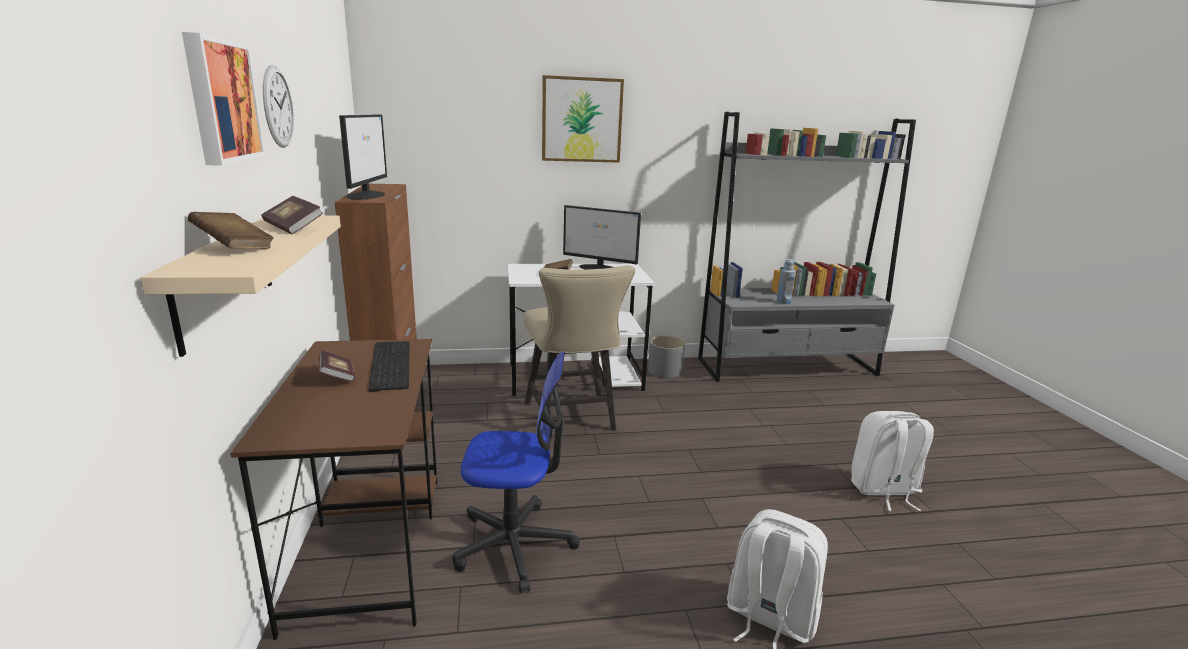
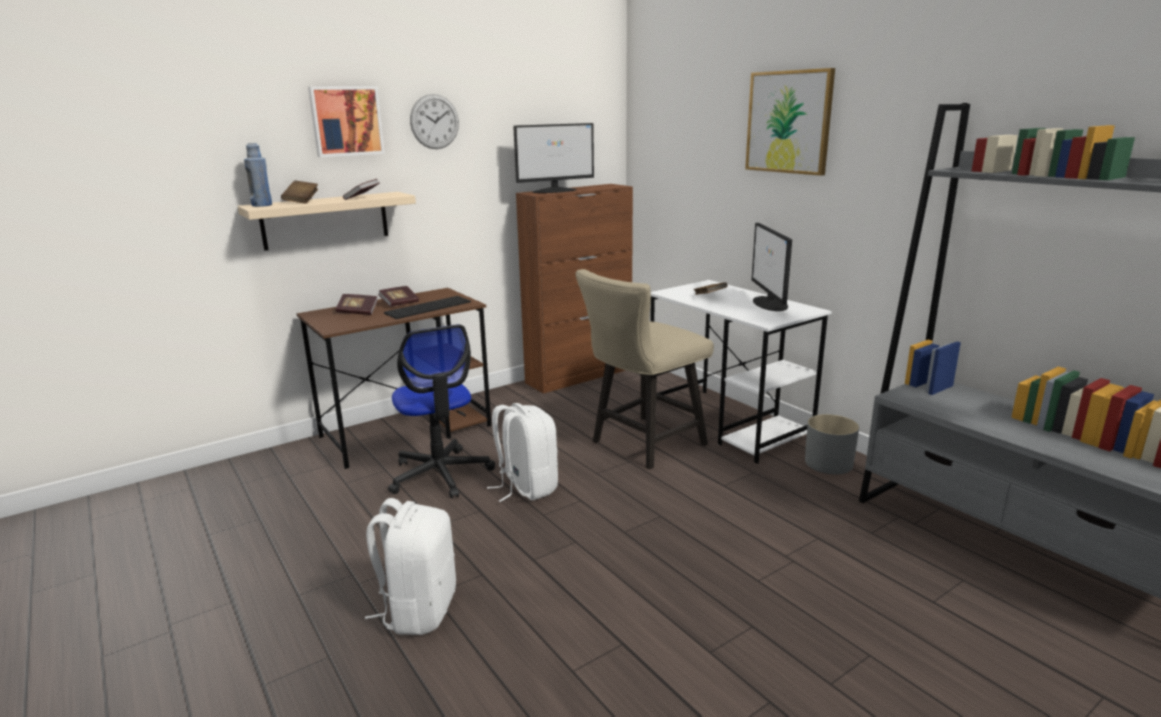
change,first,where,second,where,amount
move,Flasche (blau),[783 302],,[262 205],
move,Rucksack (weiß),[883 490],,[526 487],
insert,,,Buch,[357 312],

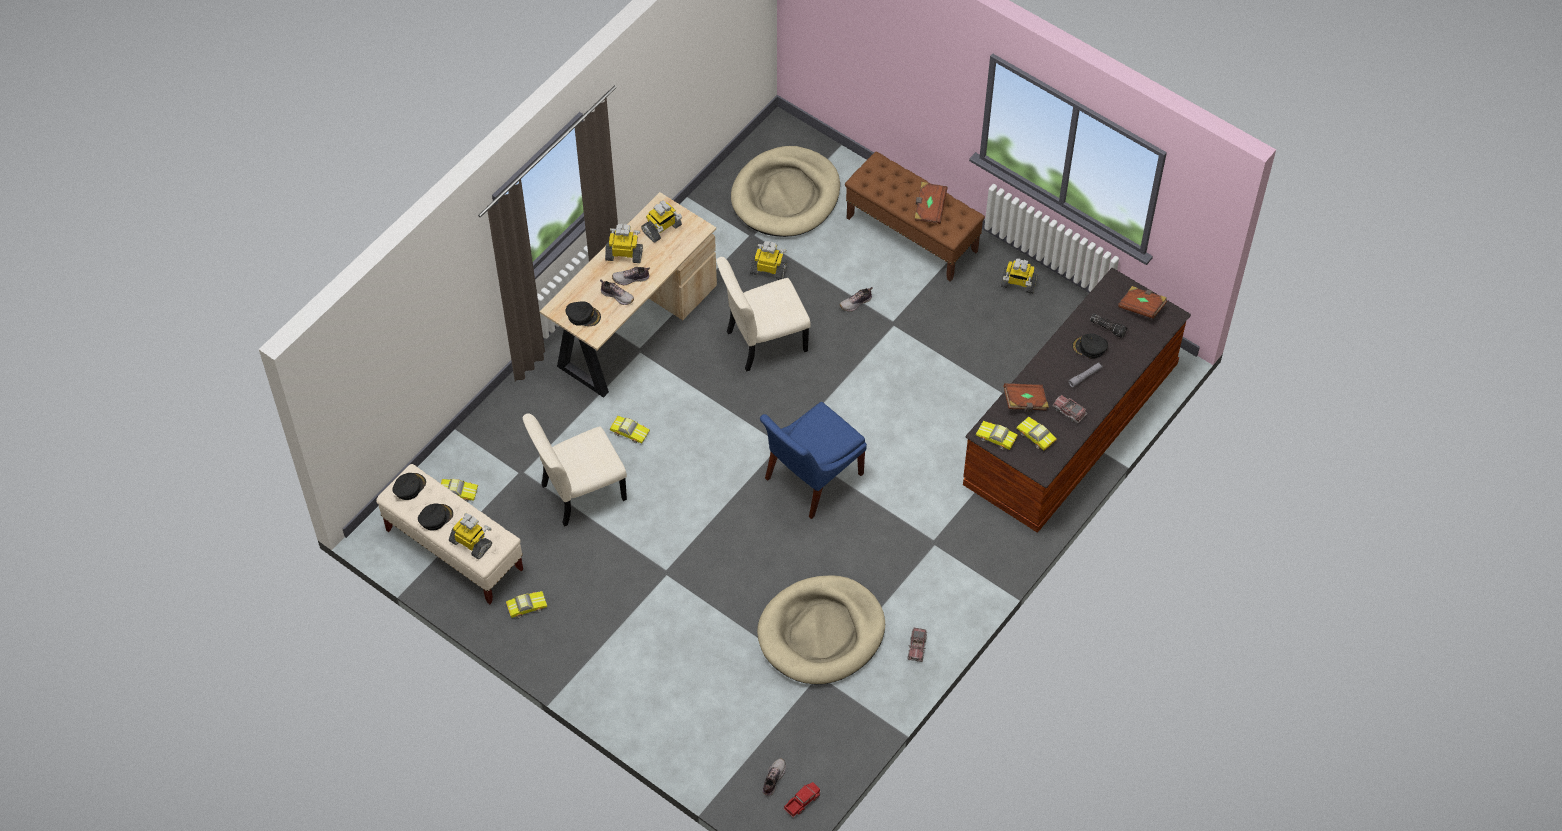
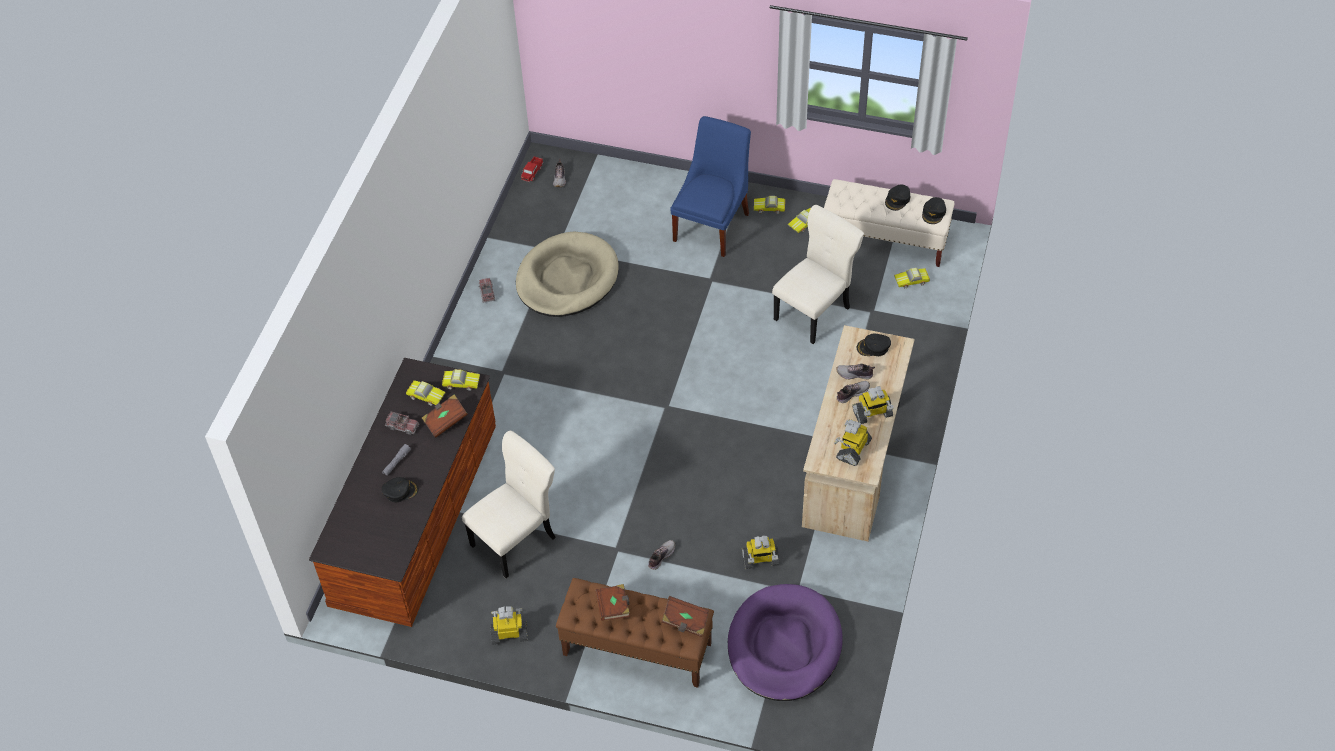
change,first,where,second,where,amount
recolor,Hundebett (beige),[786 195],Hundebett (lila),[784 645],
move,Stuhl (beige),[763 342],,[516 540],
move,Buch (braun),[1141 307],,[685 621],
delete,Taschenlampe,[1108 328],,,
move,Stuhl (blau),[810 478],,[713 224],
move,Spielzeugauto,[630 431],,[769 208],
delete,Spielzeugroboter,[471 543],,,

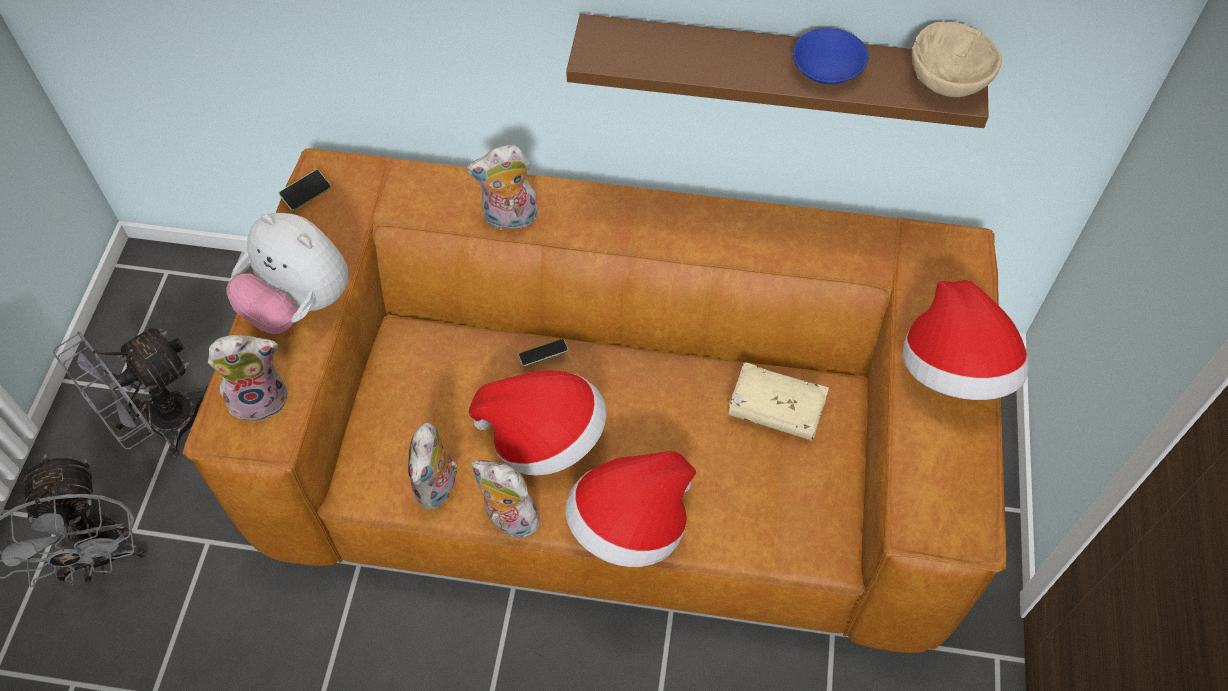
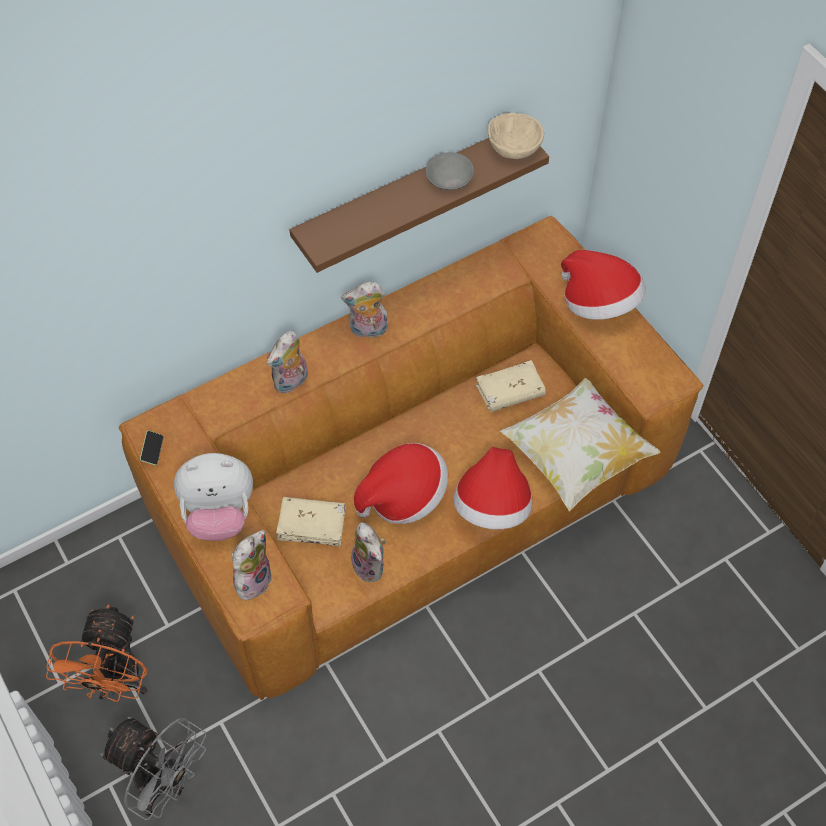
change,first,where,second,where,amount
recolor,Schüssel (blau),[826 68],Schüssel (grau),[449 179],
recolor,Ventilator (grau),[161 426],Ventilator (orange),[116 682],
delete,Handy,[543 356],,,
move,Plüschtier,[508 519],,[368 330],
insert,,,Kissen,[576 456],
insert,,,Buch (beige),[312 525],

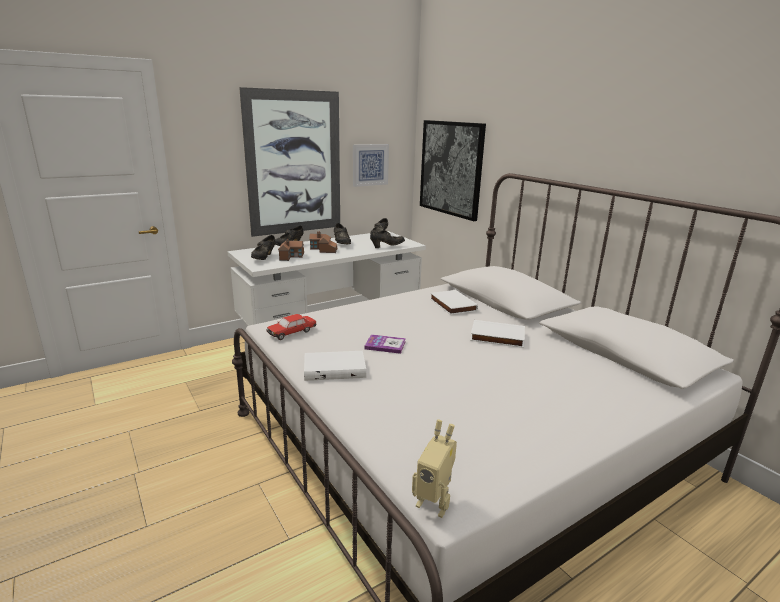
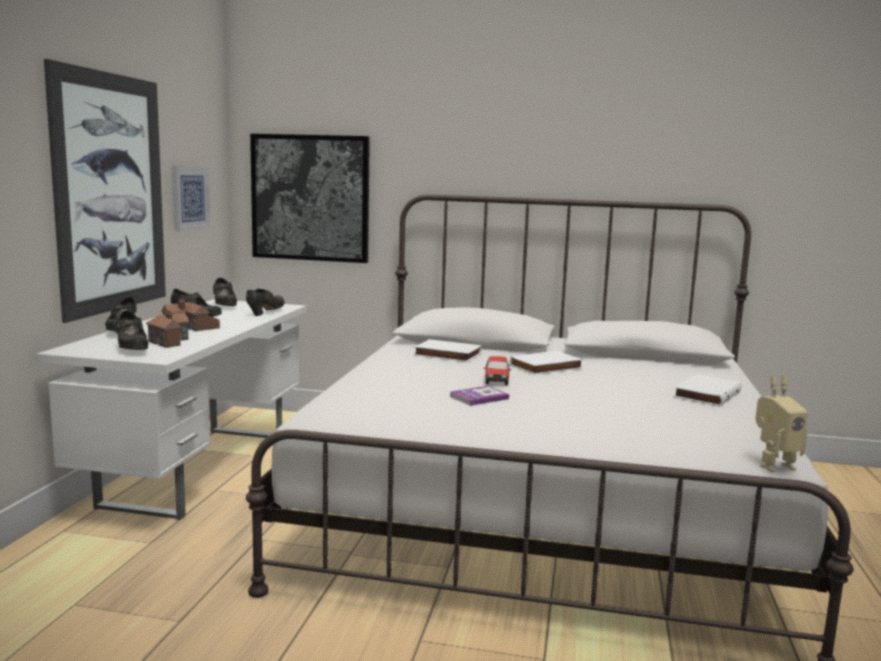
change,first,where,second,where,amount
move,Spielzeugauto,[292 332],,[496 379],
move,Buch (weiß),[335 368],,[705 394],

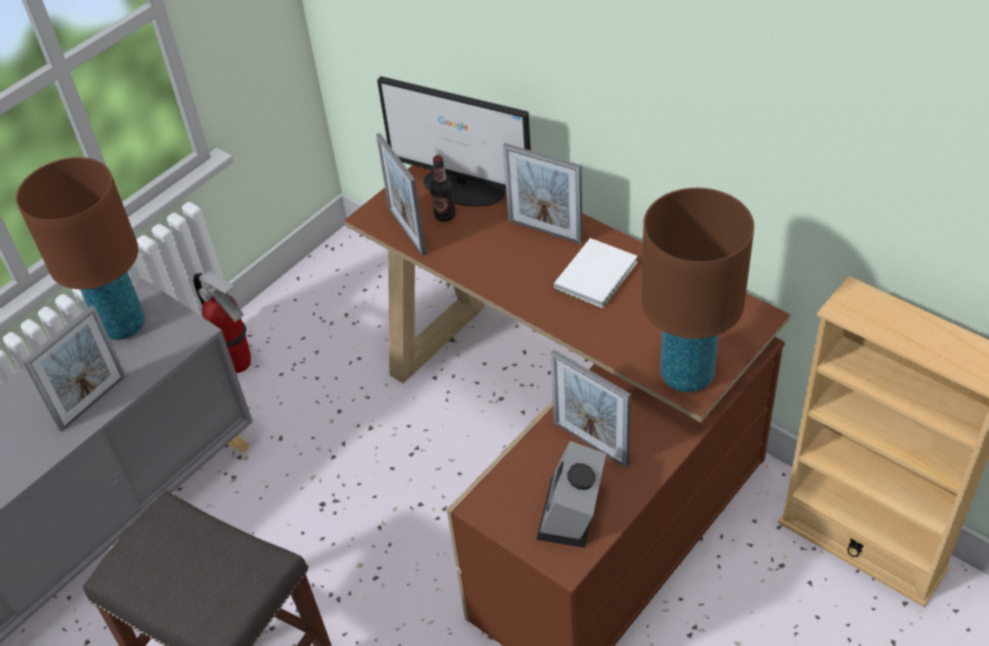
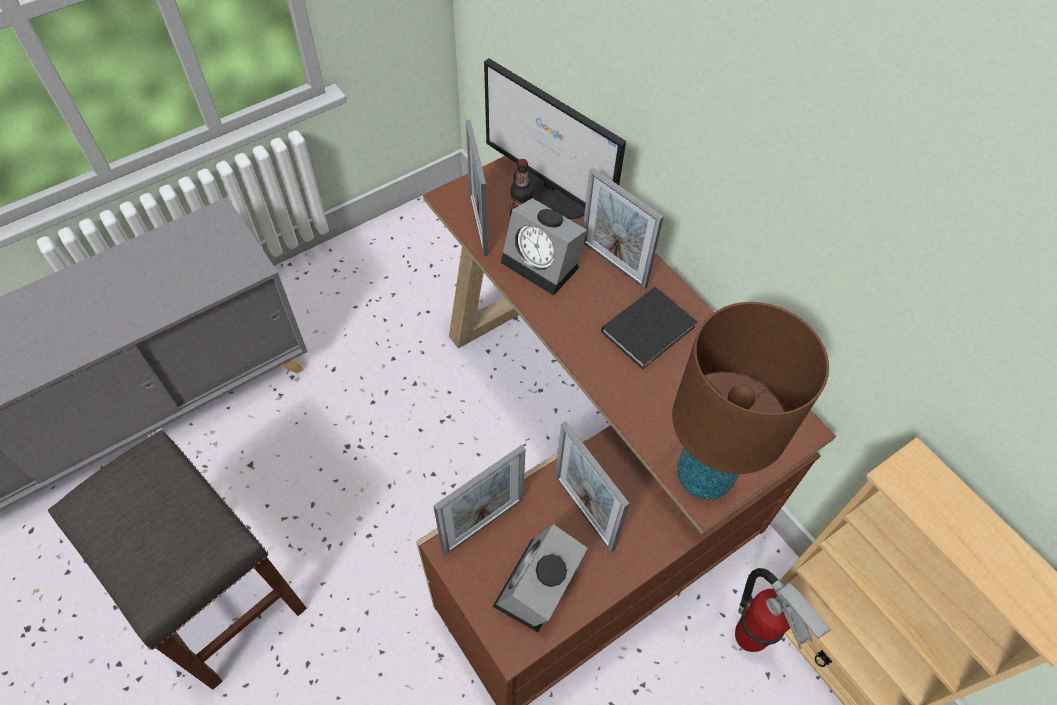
change,first,where,second,where,amount
delete,Tischlampe (braun),[122 325],,,
recolor,Buch (weiß),[598 274],Buch (schwarz),[650 329],
move,Feuerlöscher,[239 364],,[750 638],
move,Bilderrahmen,[93 402],,[483 525],
insert,,,Wecker,[544 264],

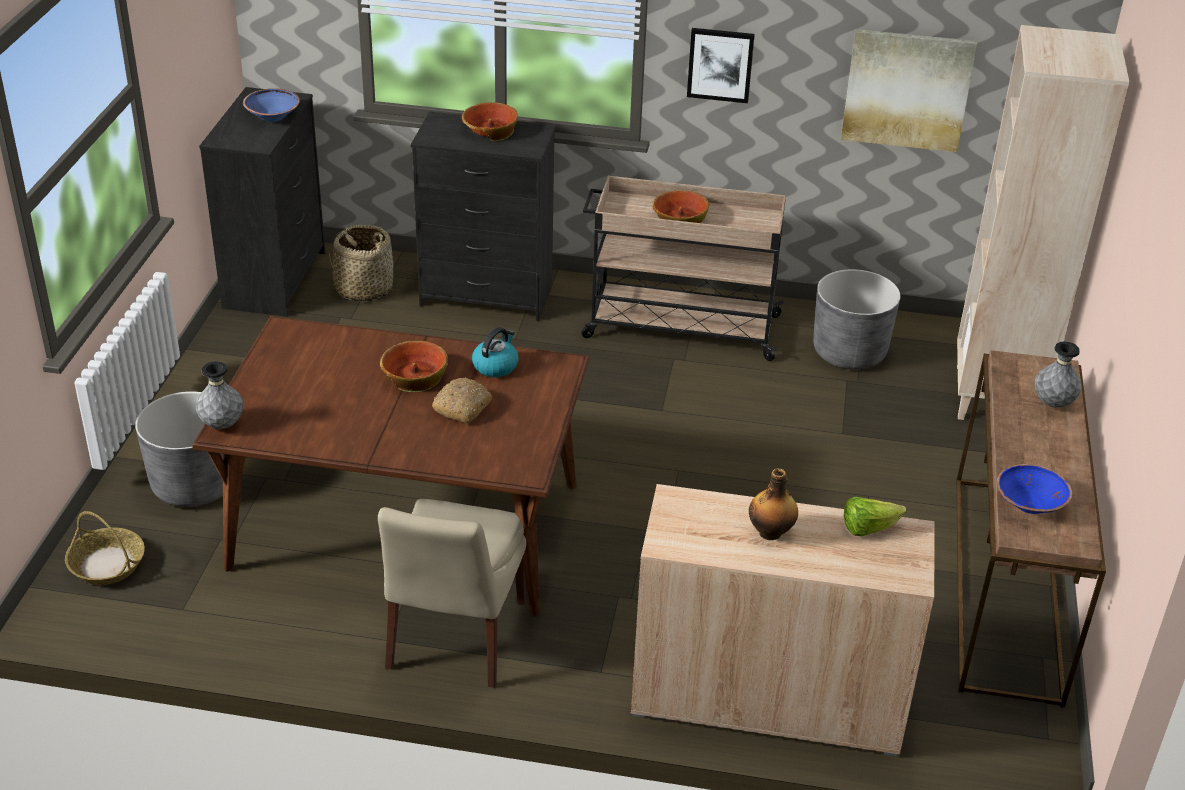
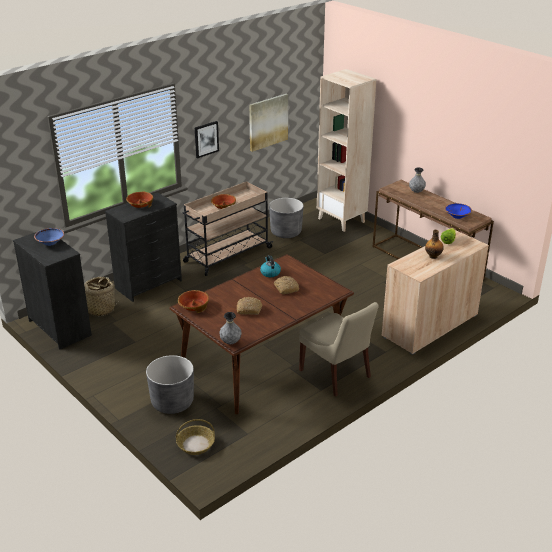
change,first,where,second,where,amount
move,Schüssel,[414 375],,[193 306],
insert,,,Brot,[249 309],

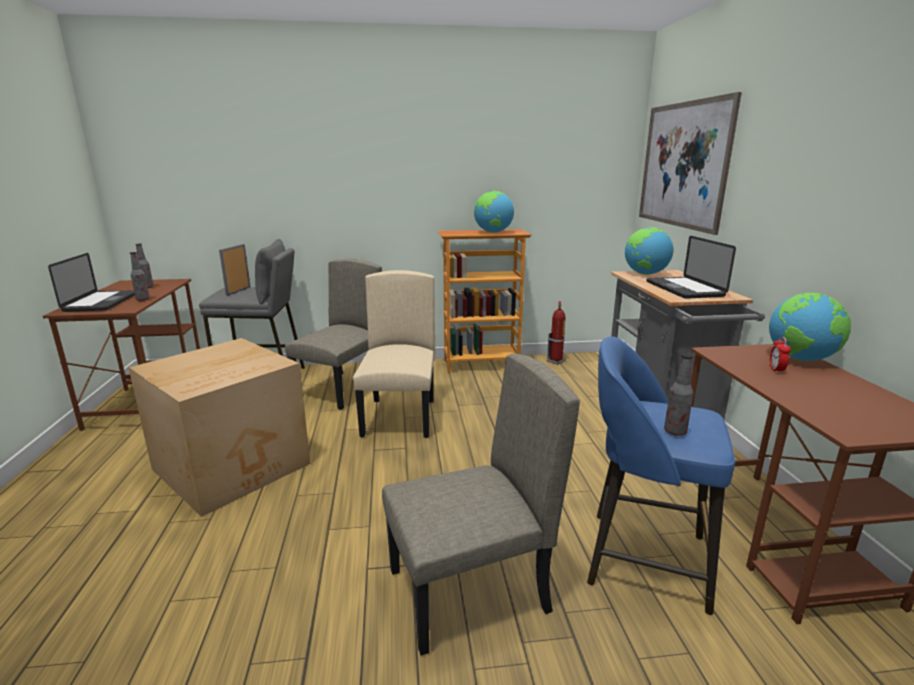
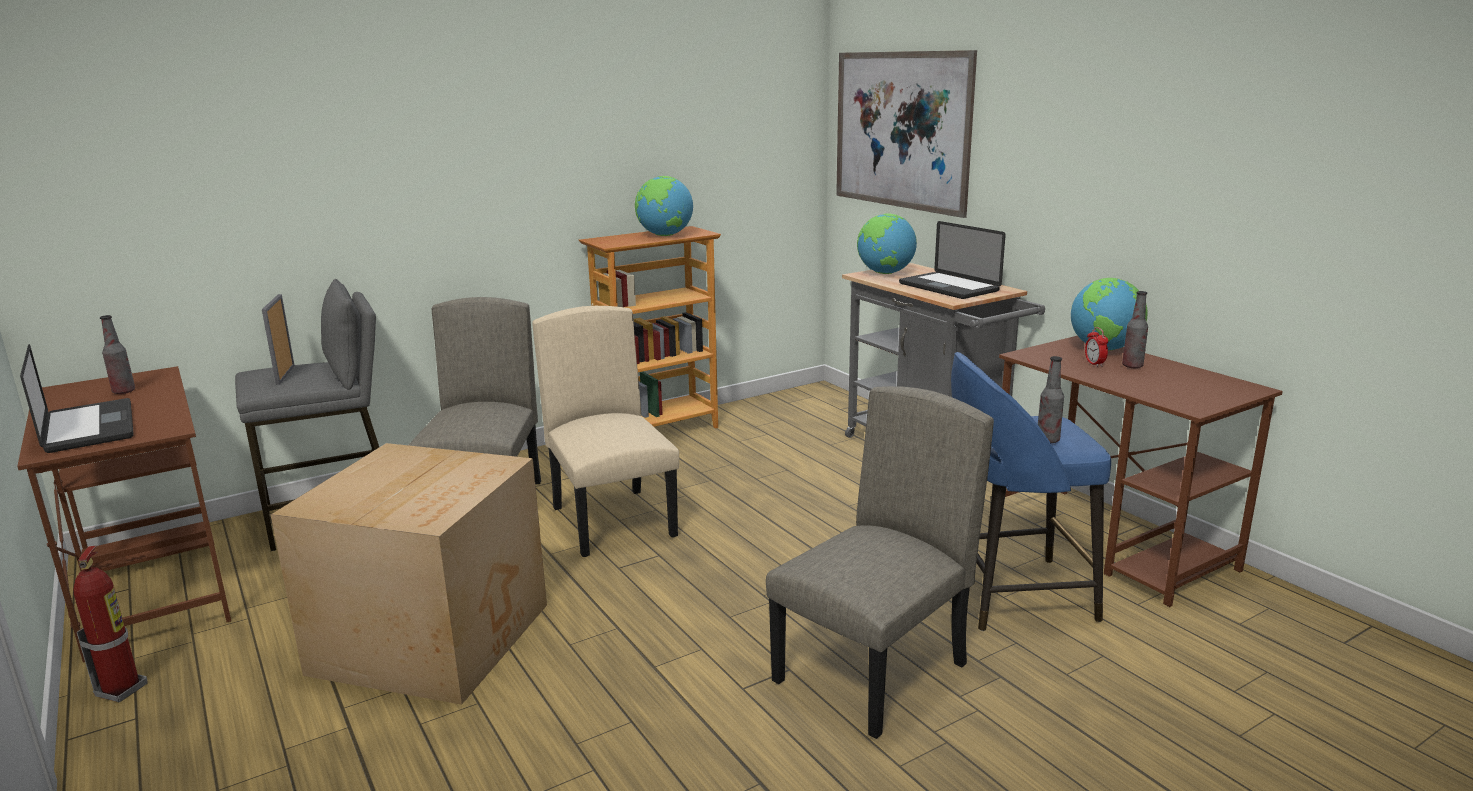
change,first,where,second,where,amount
move,Flasche,[143 299],,[1132 366],
move,Feuerlöscher,[556 361],,[122 689],

